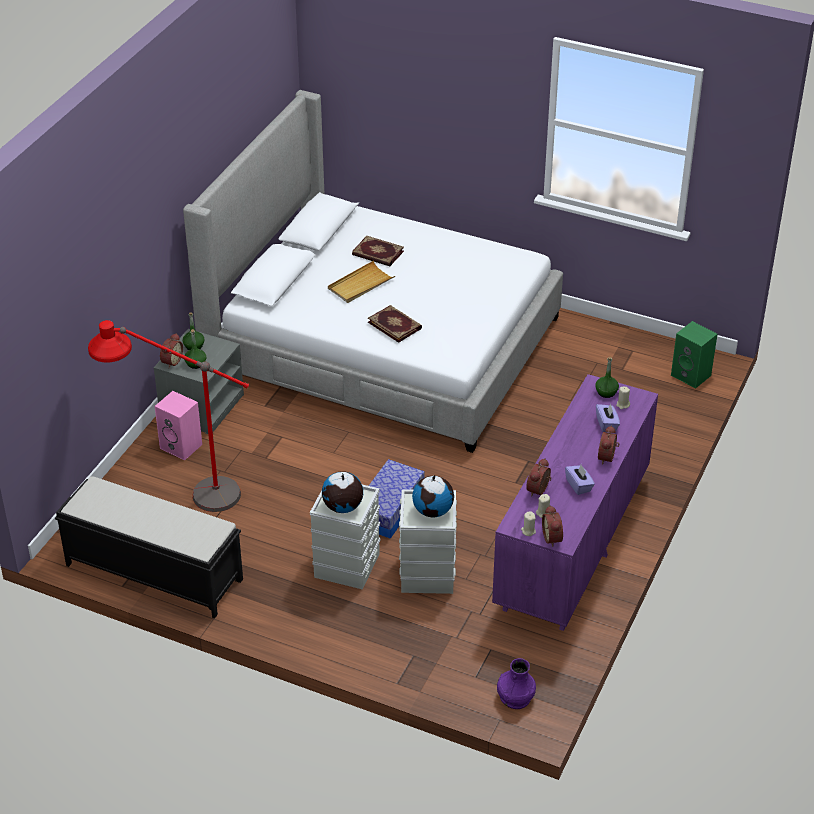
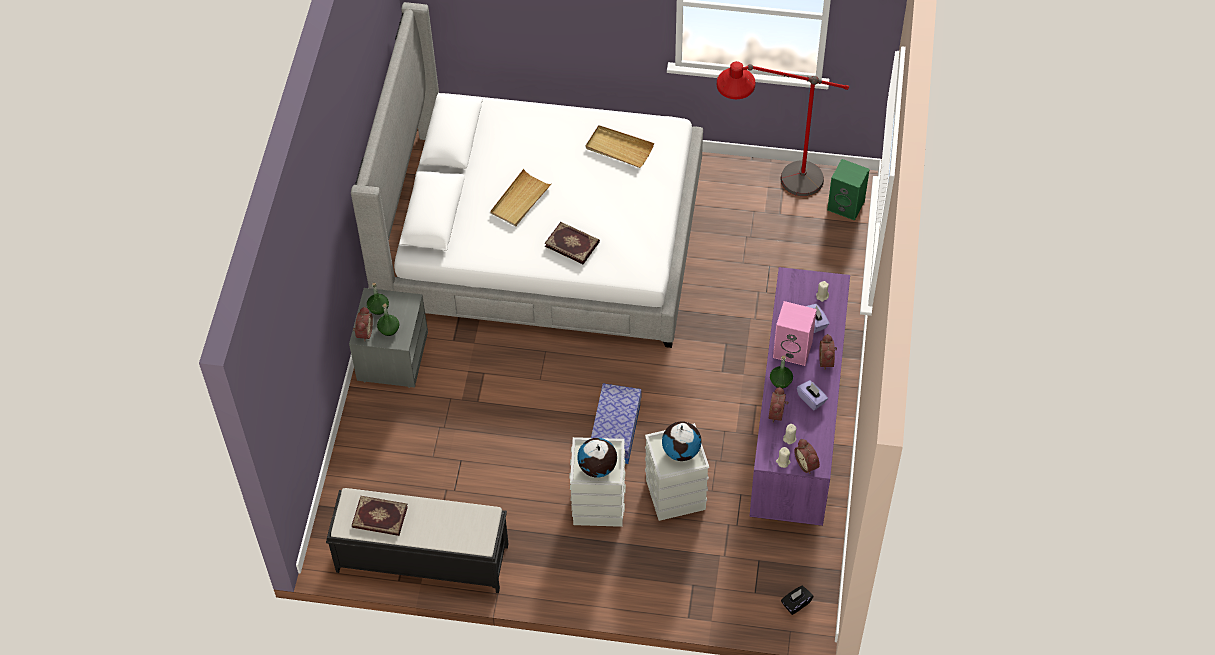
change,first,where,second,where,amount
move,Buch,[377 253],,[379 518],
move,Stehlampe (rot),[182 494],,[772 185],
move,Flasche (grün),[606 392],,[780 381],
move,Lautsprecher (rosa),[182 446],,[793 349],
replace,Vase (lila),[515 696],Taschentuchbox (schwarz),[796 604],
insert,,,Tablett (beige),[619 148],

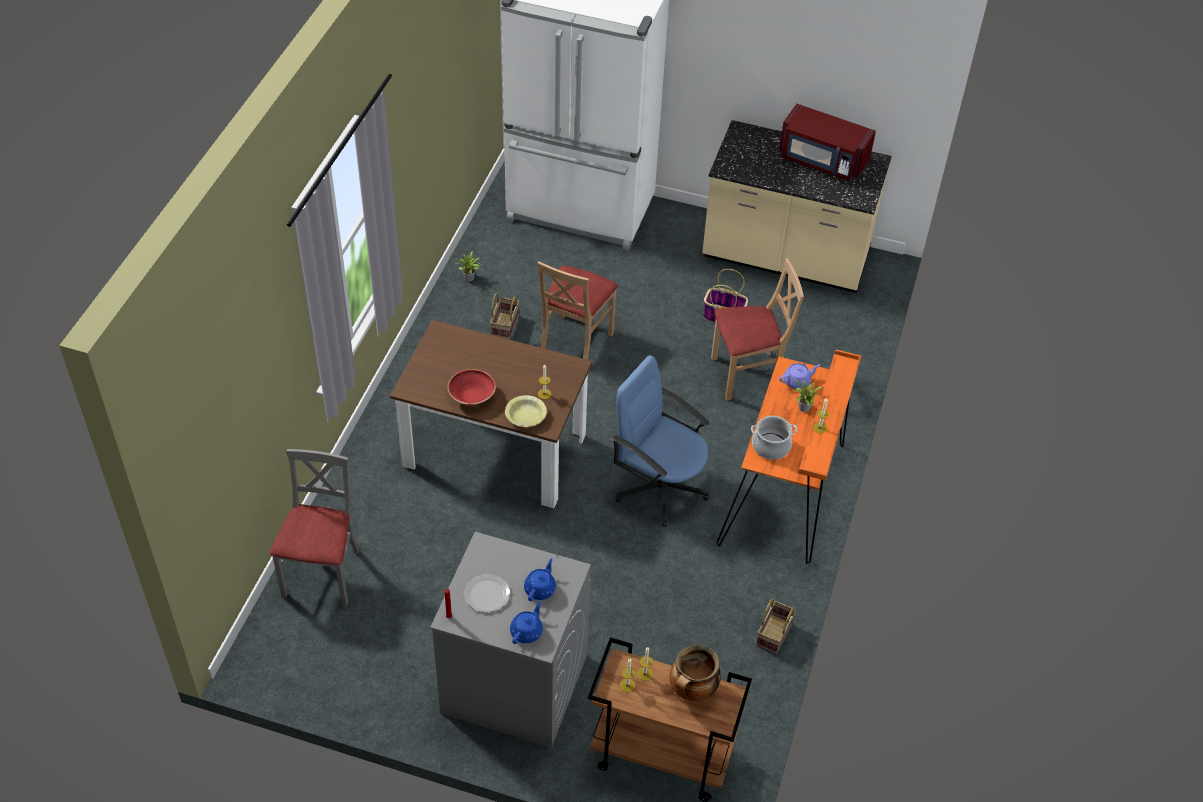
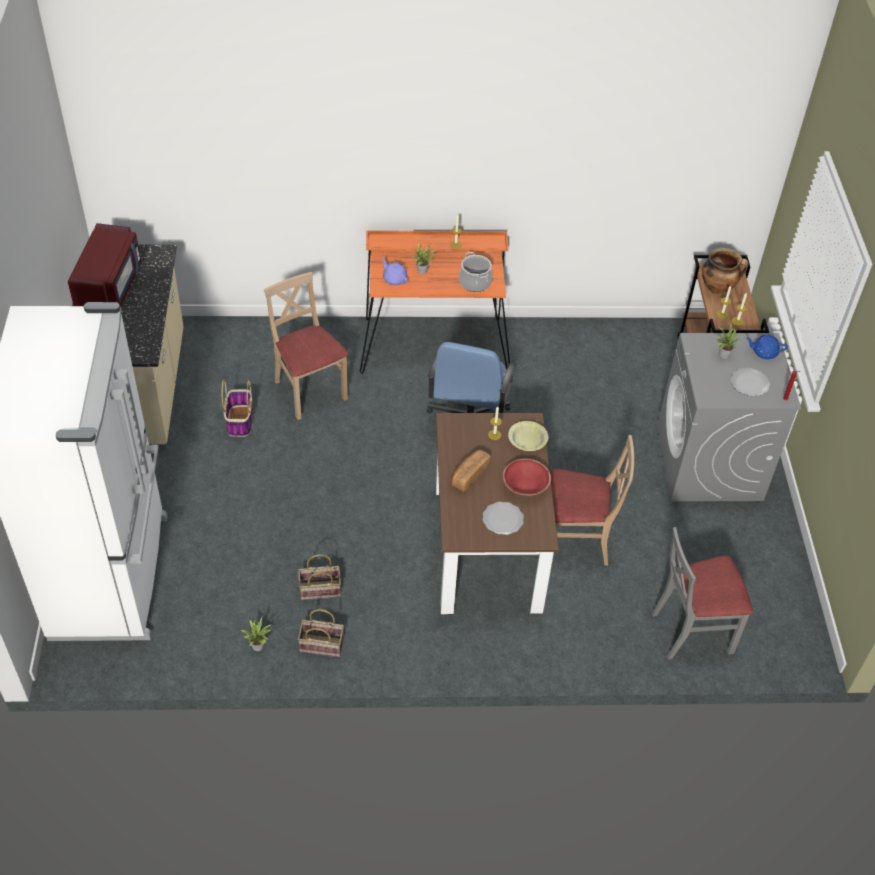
change,first,where,second,where,amount
move,Stuhl (beige),[575 342],,[576 541],
replace,Teekanne (blau),[540 588],Topfpflanze,[722 354],
move,Korb,[774 636],,[323 644],
insert,,,Brot,[469 475],
insert,,,Teller,[503 519],

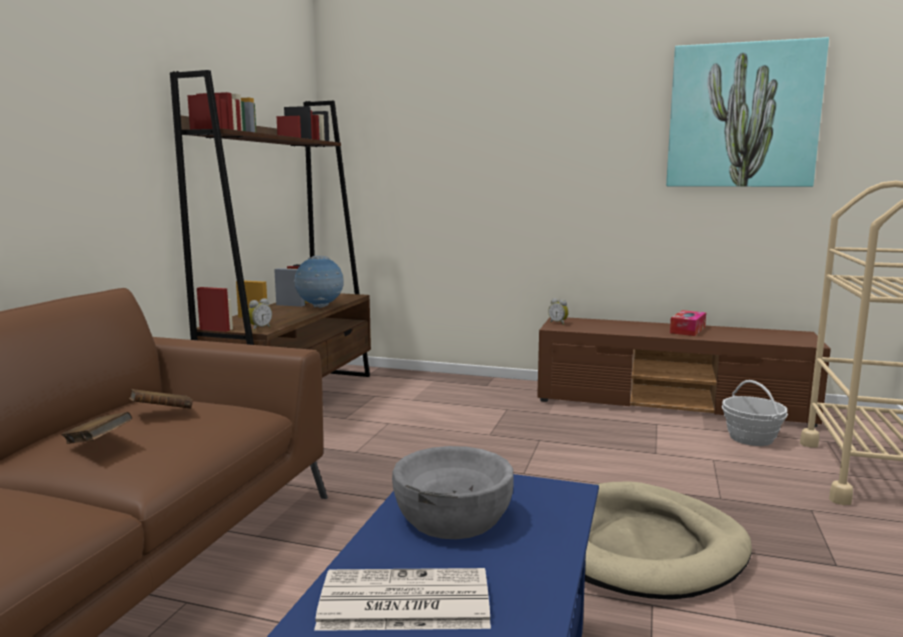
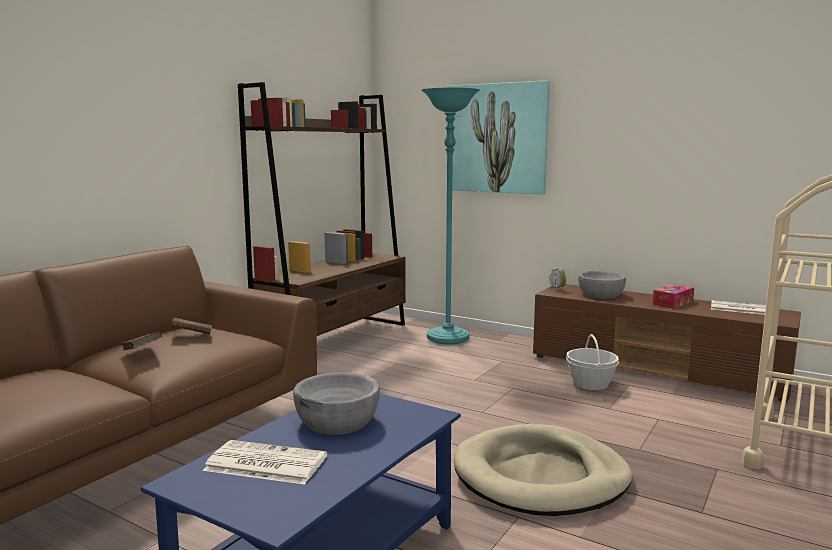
change,first,where,second,where,amount
move,Bild,[742 116],,[497 138],
delete,Globus,[320 307],,,
delete,Wecker,[259 328],,,
move,Korb,[751 438],,[590 384],
insert,,,Stehlampe (türkis),[448 338],
insert,,,Schüssel (grau),[600 294],
insert,,,Zeitung,[740 309],

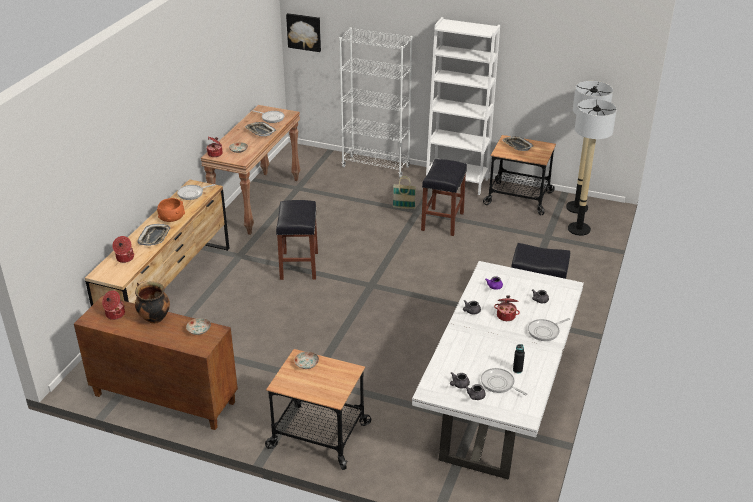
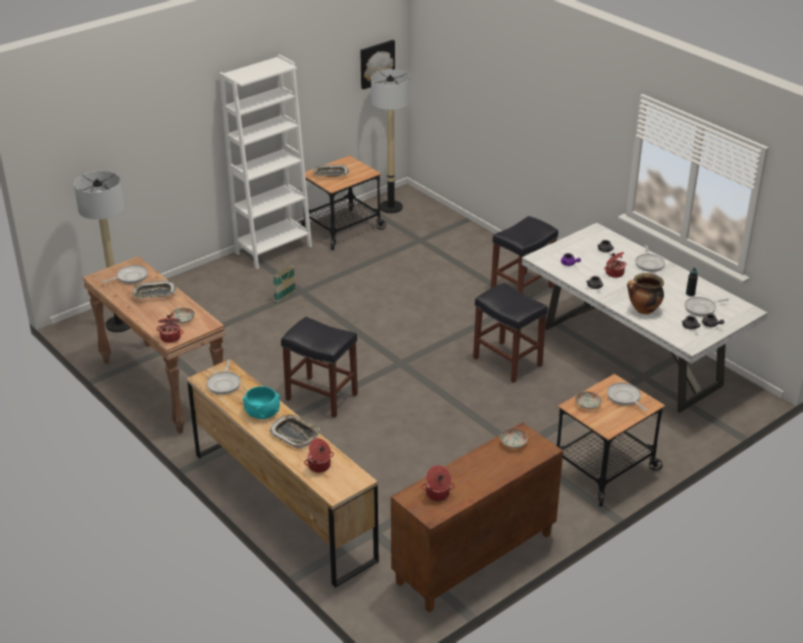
change,first,where,second,where,amount
move,Bild,[304 32],,[376 63],
delete,Bücherregal (weiß),[376 167],,,
move,Stehlampe,[579 229],,[119 324],
move,Hocker (schwarz),[442 221],,[506 361],
recolor,Schüssel (orange),[172 217],Schüssel (türkis),[262 411],
move,Kochtopf,[154 318],,[643 310],
insert,,,Pfanne,[624 397],

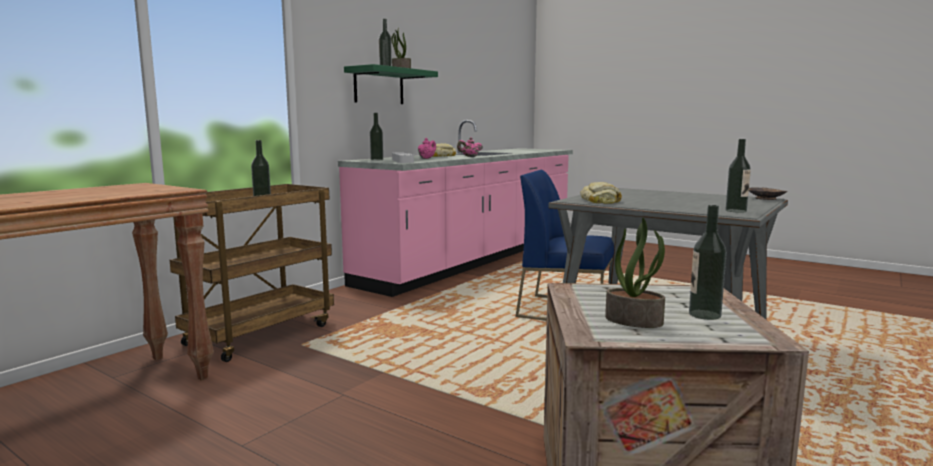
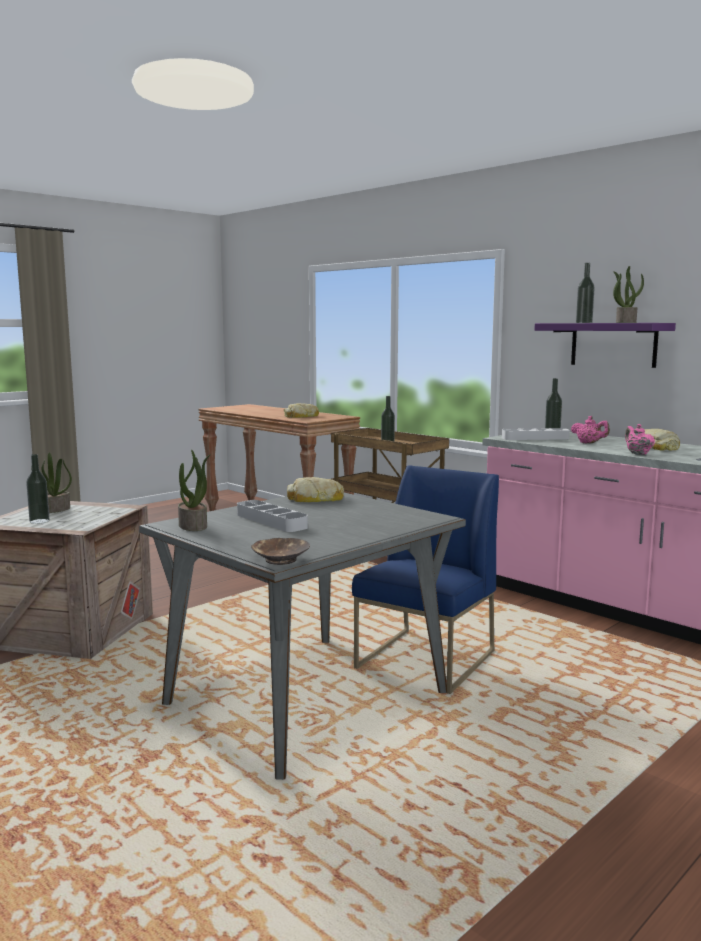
change,first,where,second,where,amount
recolor,Wandregal (grün),[379 86],Wandregal (lila),[613 344],
replace,Flasche,[736 211],Topfpflanze,[193 526],
insert,,,Brot,[301 416],
insert,,,Tablett (grau),[271 521],

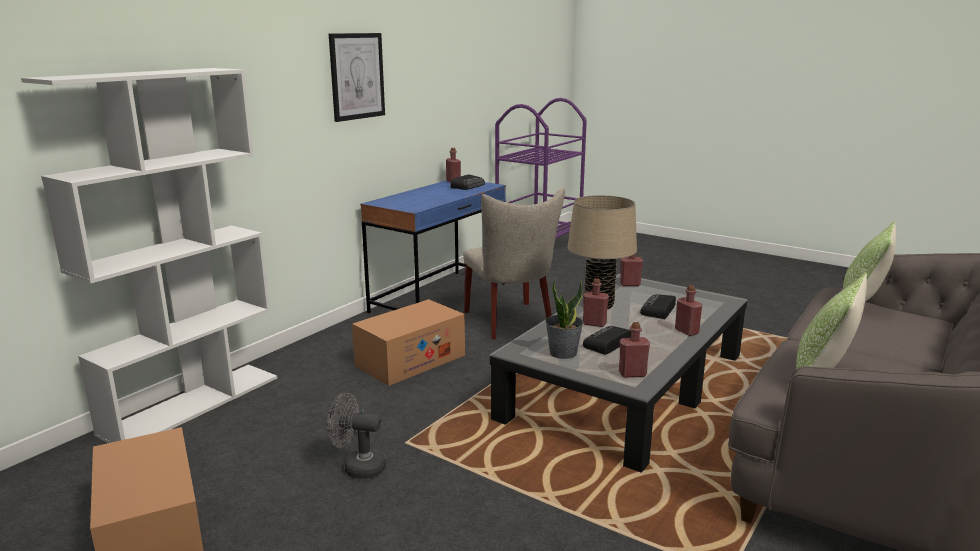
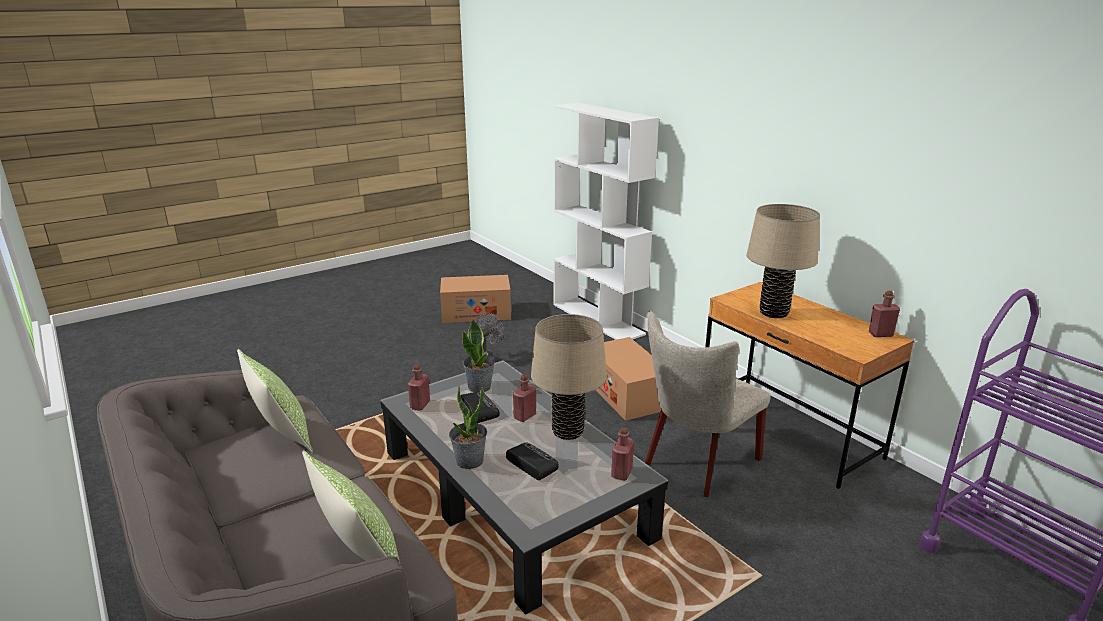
change,first,where,second,where,amount
delete,Bild,[357 76],,,
delete,Radio,[468 186],,,
recolor,Schreibtisch (blau),[440 298],Schreibtisch (braun),[787 432],
rotate,Stuhl (beige),[511 323],,[697 463],45 degrees counterclockwise
replace,Flasche (rot),[686 331],Topfpflanze,[469 461],
insert,,,Tischlampe (beige),[774 313],

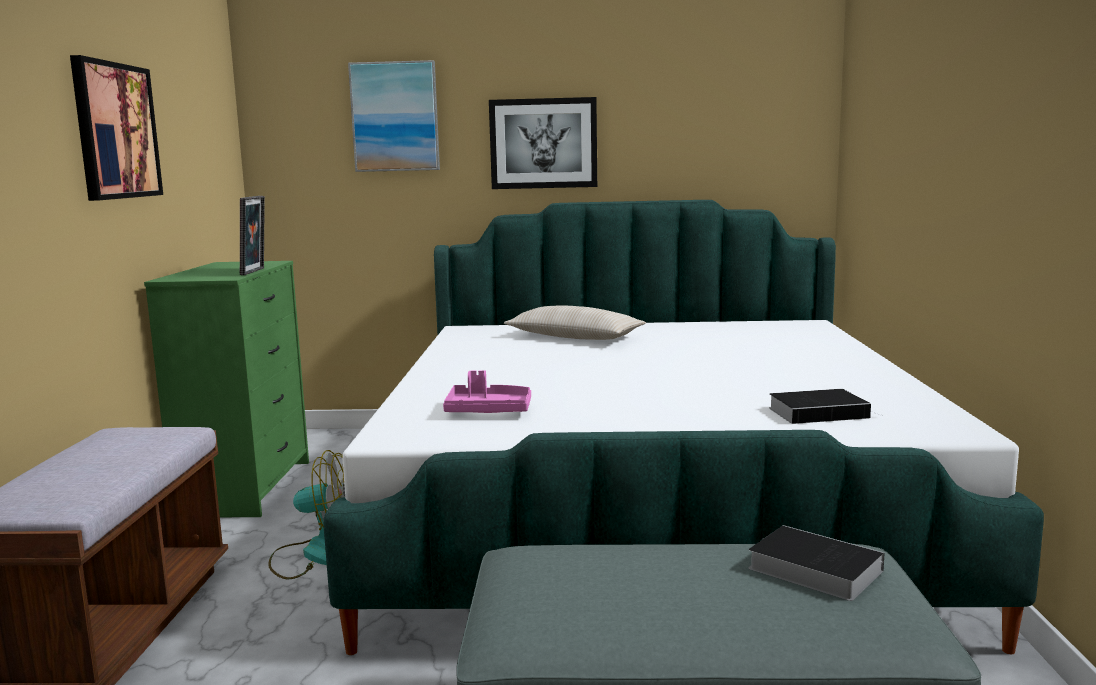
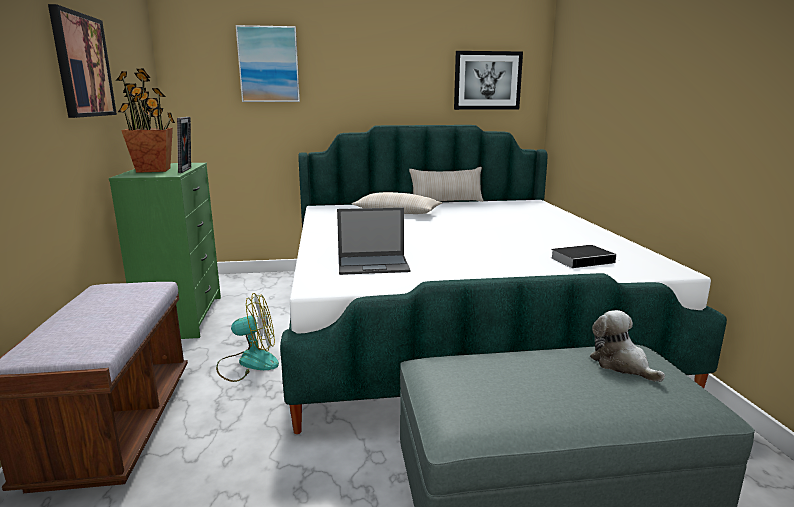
change,first,where,second,where,amount
move,Bild,[543 143],,[487 80],
replace,Tablett (rosa),[488 411],Laptop,[374 265],
replace,Buch,[810 569],Plüschtier,[621 364],
insert,,,Topfpflanze,[154 170],
insert,,,Kissen (beige),[446 202],

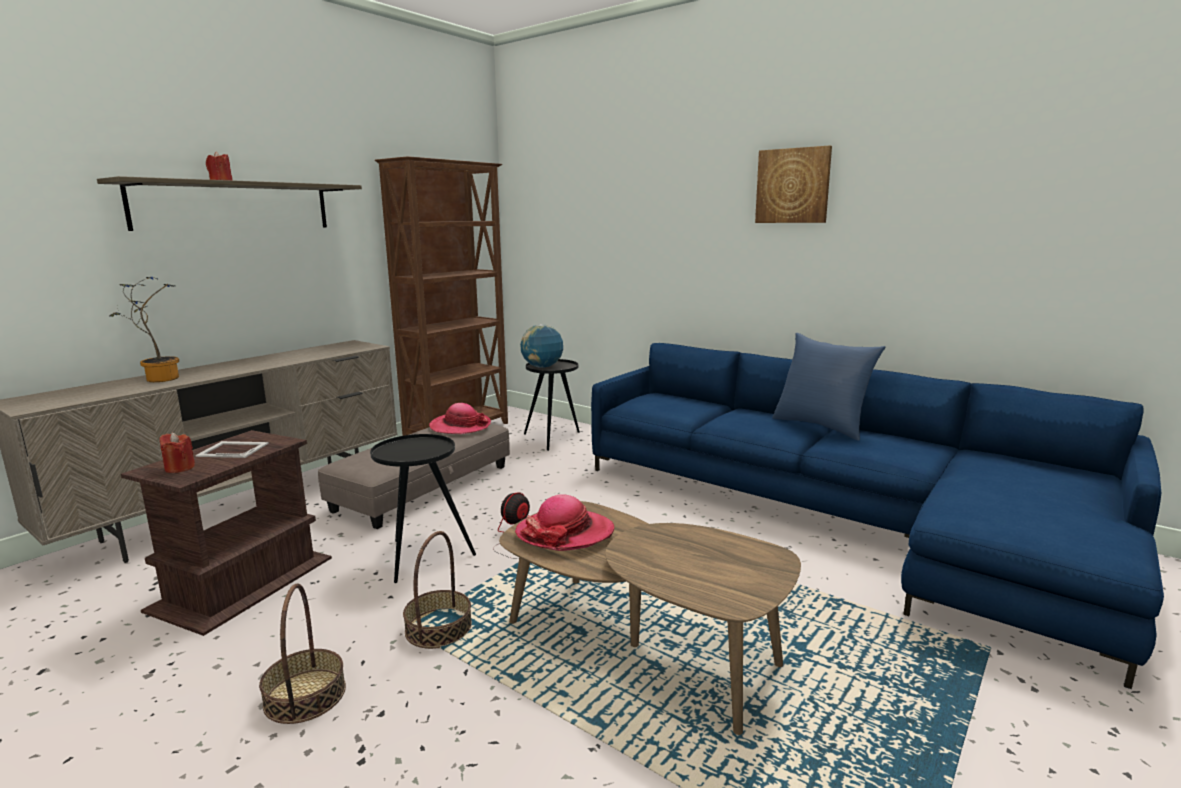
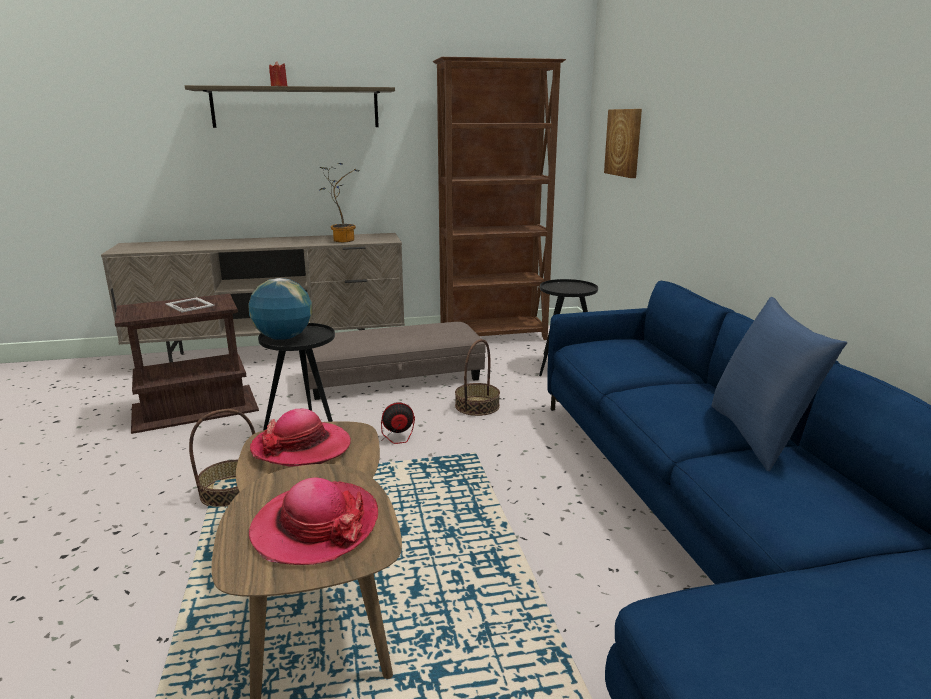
change,first,where,second,where,amount
move,Bild,[793 186],,[624 142],
move,Topfpflanze,[158 379],,[342 240],
move,Globus,[542 367],,[283 338],
move,Hut,[460 426],,[315 526],
delete,Kerze (rot),[179 468],,,
move,Korb,[305 696],,[477 406],

